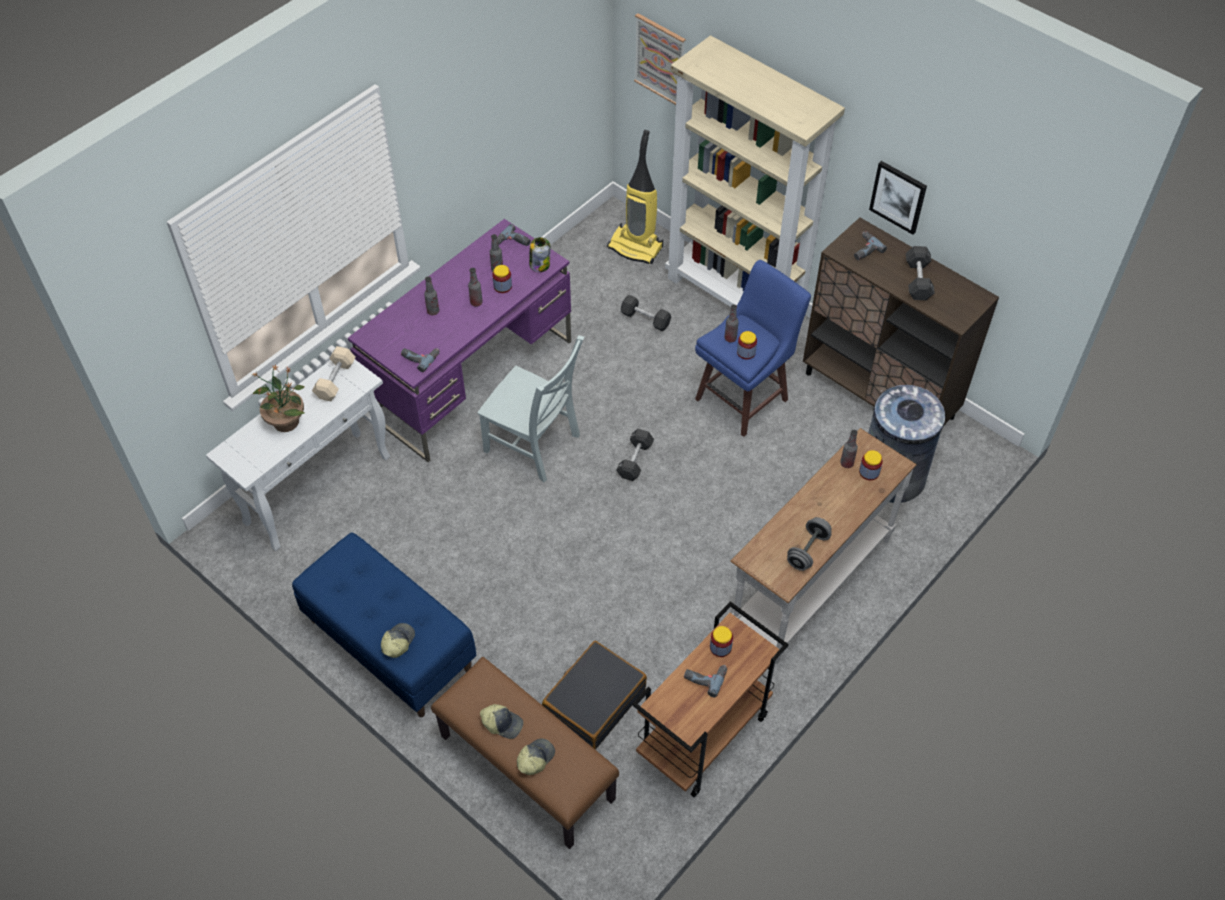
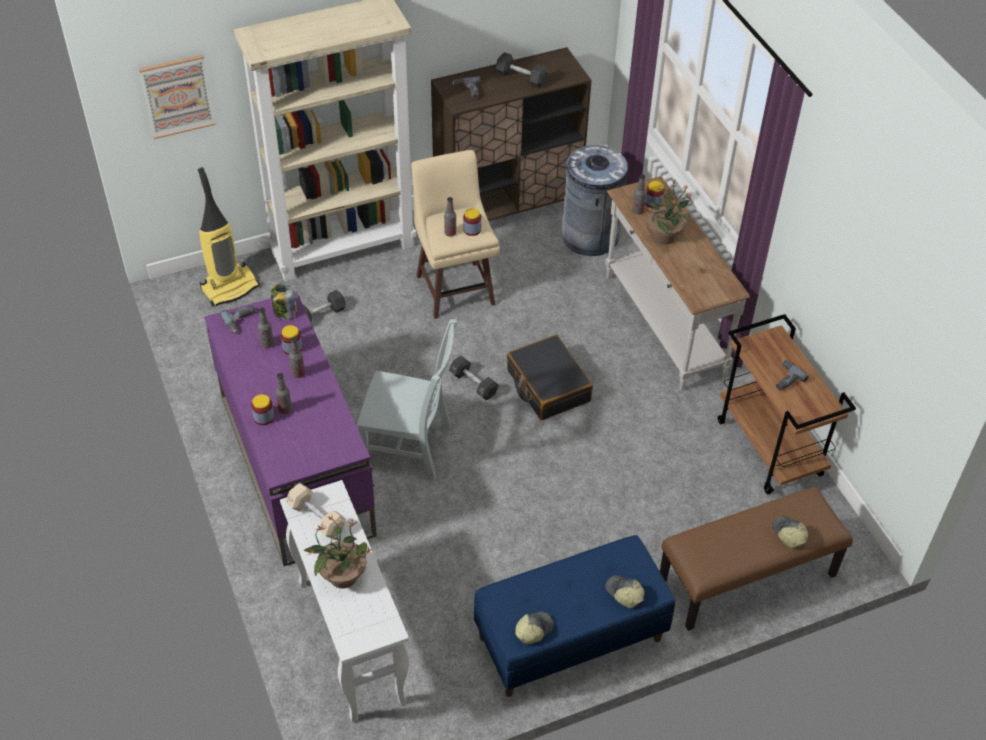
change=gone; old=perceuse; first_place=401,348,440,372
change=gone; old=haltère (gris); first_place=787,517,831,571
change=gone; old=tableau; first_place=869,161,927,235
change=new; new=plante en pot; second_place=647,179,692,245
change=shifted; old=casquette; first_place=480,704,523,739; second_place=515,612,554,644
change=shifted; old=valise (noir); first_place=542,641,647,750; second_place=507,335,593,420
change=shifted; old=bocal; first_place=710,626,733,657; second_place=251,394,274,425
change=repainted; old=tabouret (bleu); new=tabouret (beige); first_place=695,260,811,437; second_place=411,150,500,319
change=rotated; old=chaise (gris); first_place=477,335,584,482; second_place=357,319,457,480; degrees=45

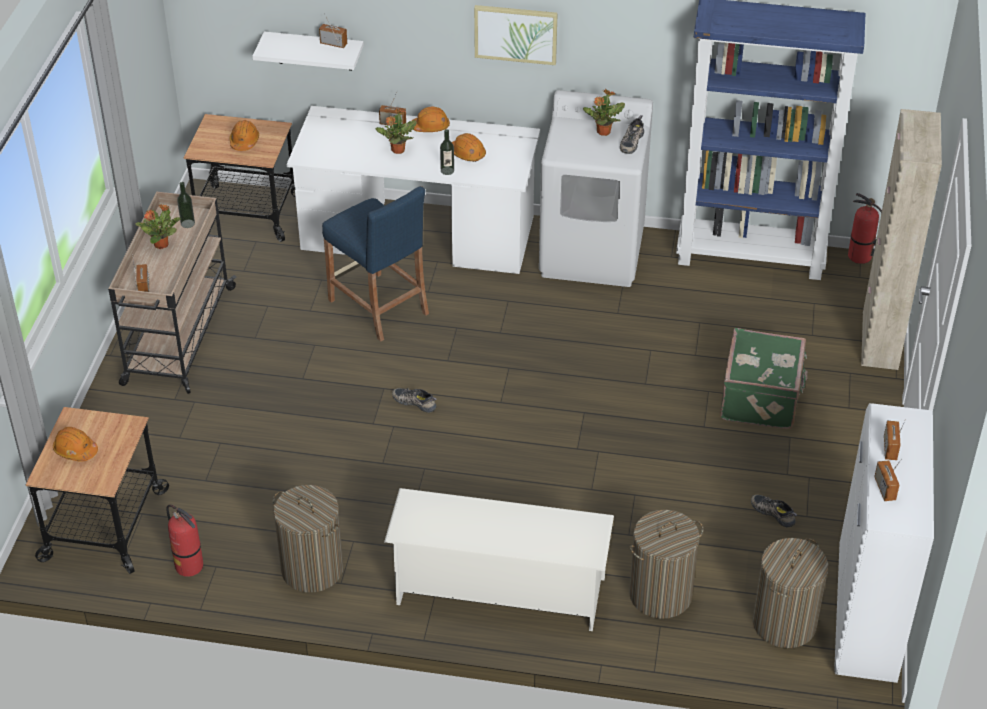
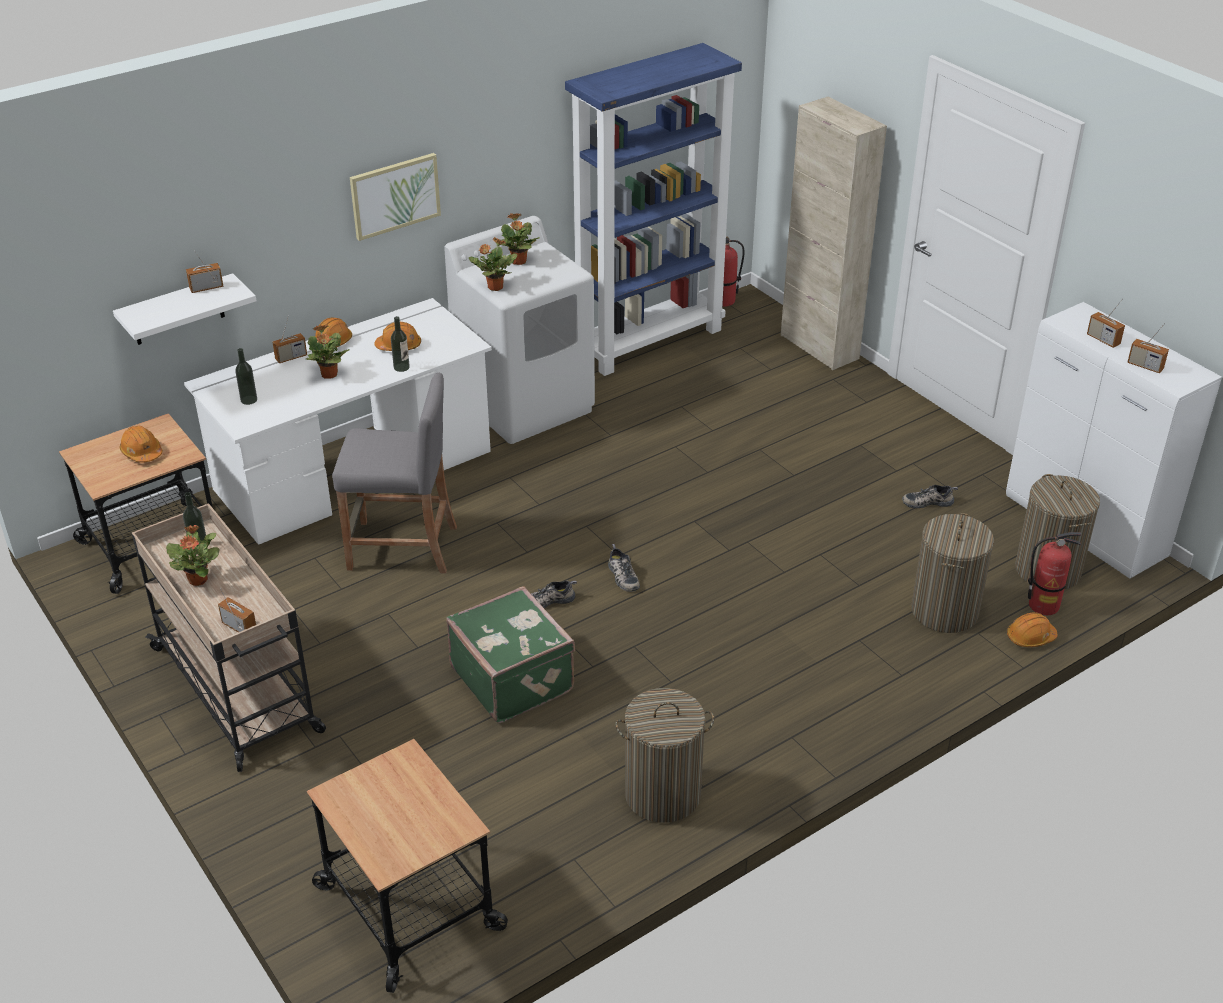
change=gone; old=étagère à chaussures (blanc); first_place=384,488,614,631
change=new; new=bouteille; second_place=235,348,257,405
change=new; new=plante en pot; second_place=469,238,517,291
change=shifted; old=casque de chantier (orange); first_place=53,427,98,462; second_place=1007,612,1058,647
change=shifted; old=extincteur; first_place=166,505,203,577; second_place=1028,532,1081,615
change=shifted; old=chaussure; first_place=620,115,644,154; second_place=608,544,640,592
change=shifted; old=valise (vert); first_place=720,328,808,429; second_place=446,586,575,723
change=repainted; old=tabouret (bleu); new=tabouret (gris); first_place=322,186,429,342; second_place=332,373,457,574

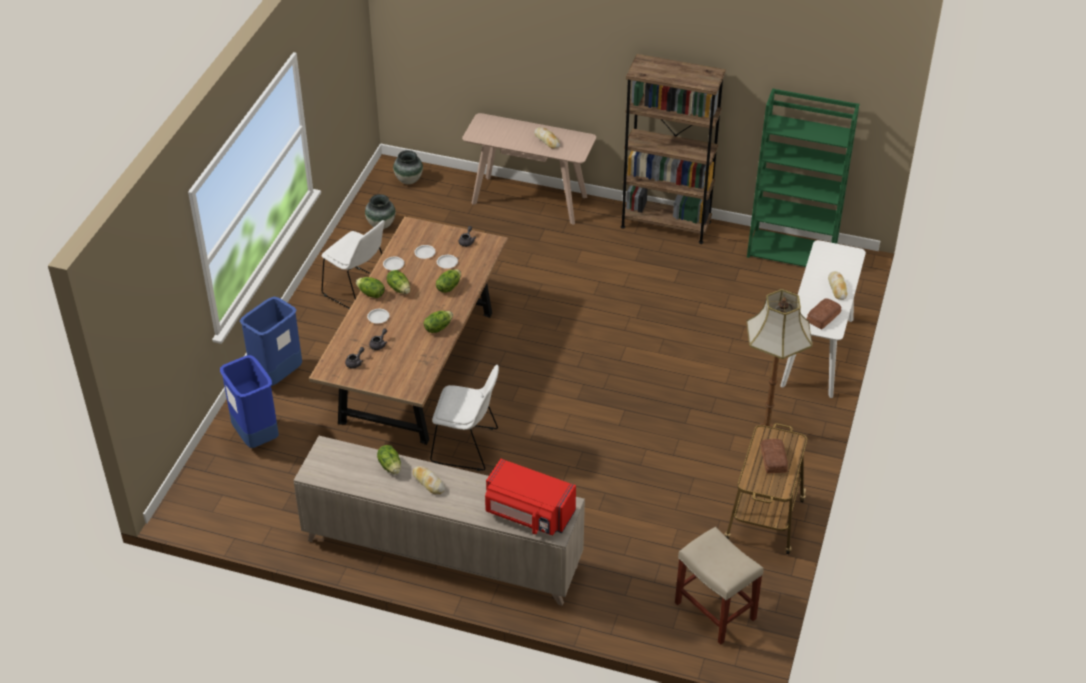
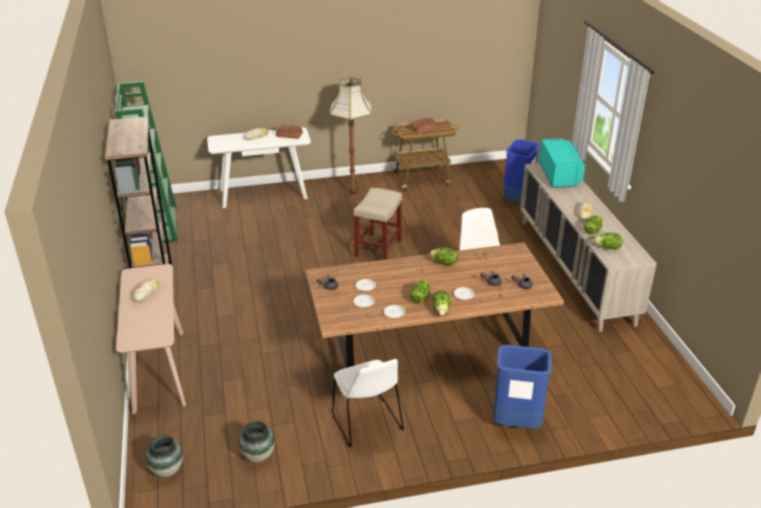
change=shifted; old=poubelle (bleu); first_place=220,355,279,448; second_place=503,139,540,202
change=shifted; old=laitue; first_place=436,269,461,293; second_place=593,233,623,249
change=shifted; old=tabouret (beige); first_place=675,527,764,645; second_place=354,188,402,260
change=repainted; old=micro-ondes (rouge); new=micro-ondes (turquoise); first_place=485,459,576,535; second_place=539,138,585,188
change=rotated; old=chaise (blanc); first_place=321,220,385,309; second_place=332,359,404,447; degrees=150

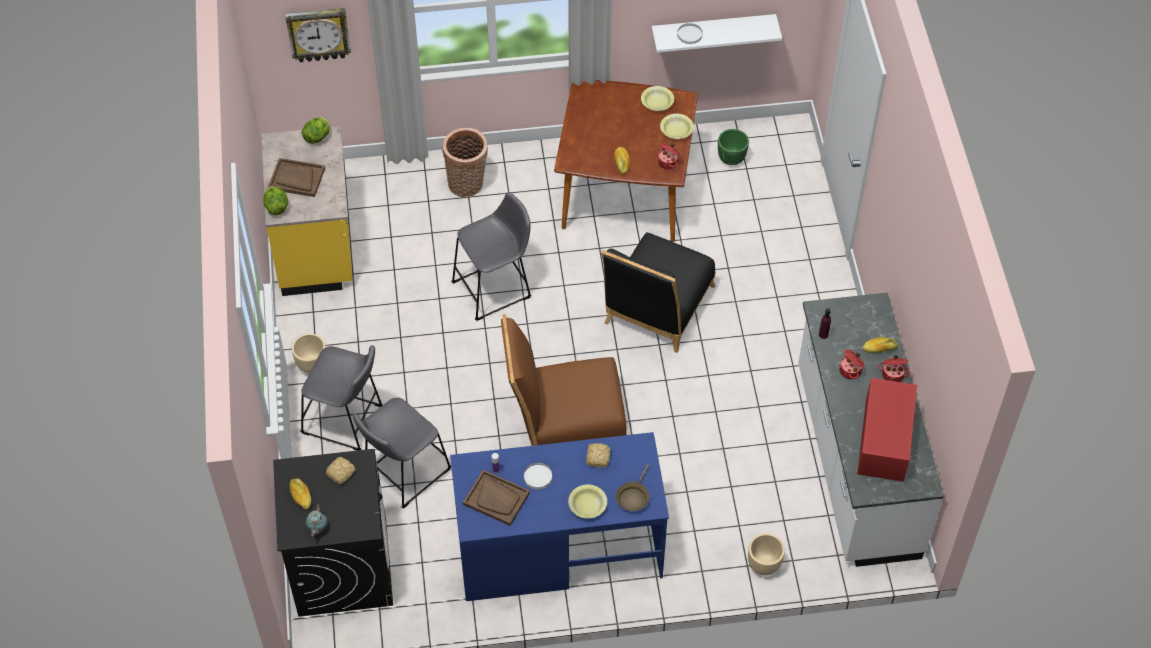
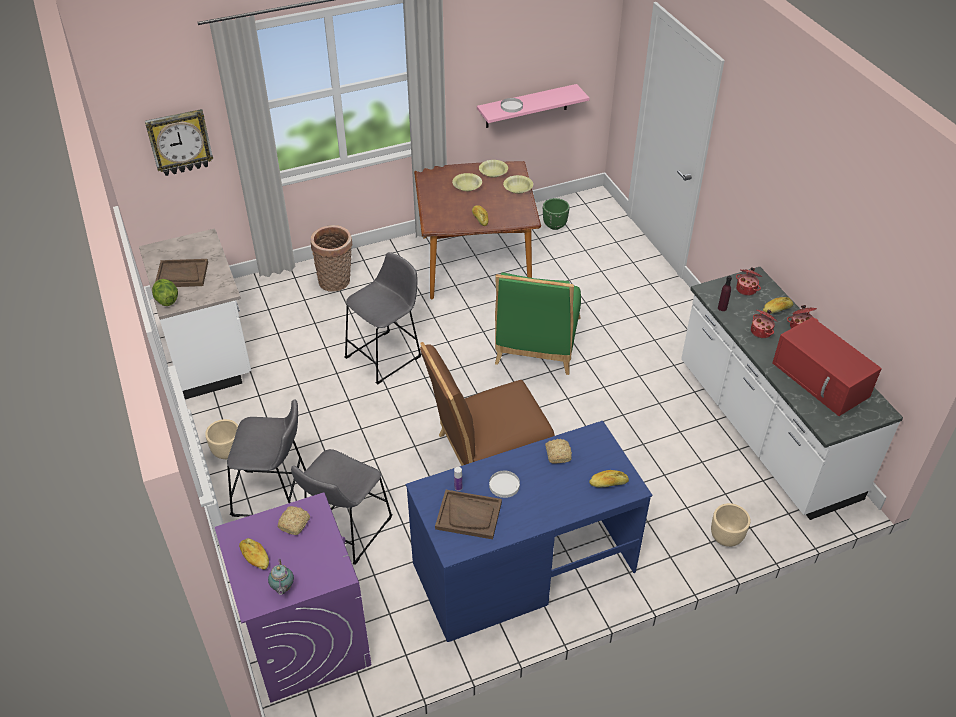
change=gone; old=laitue; first_place=301,117,330,144
change=shifted; old=bol (jaune); first_place=568,485,607,519; second_place=452,173,482,191
change=shifted; old=marmite; first_place=658,143,680,170; second_place=736,267,762,296
change=swapped; old=poêle (marron); new=pain; first_place=616,464,650,511; second_place=589,470,629,487
change=repainted; old=comptoir de cuisine (jaune); new=comptoir de cuisine (blanc); first_place=261,126,353,296; second_place=139,228,251,399
change=repainted; old=lave-linge (noir); new=lave-linge (violet); first_place=273,449,393,617; second_place=215,493,372,703
change=repainted; old=chaise (noir); new=chaise (vert); first_place=601,232,716,353; second_place=495,272,581,375
change=repainted; old=étagère (blanc); new=étagère (rose); first_place=652,14,782,53; second_place=477,84,590,128
change=rotated; old=micro-ondes (rouge); first_place=857,378,917,482; second_place=773,317,882,416; degrees=150

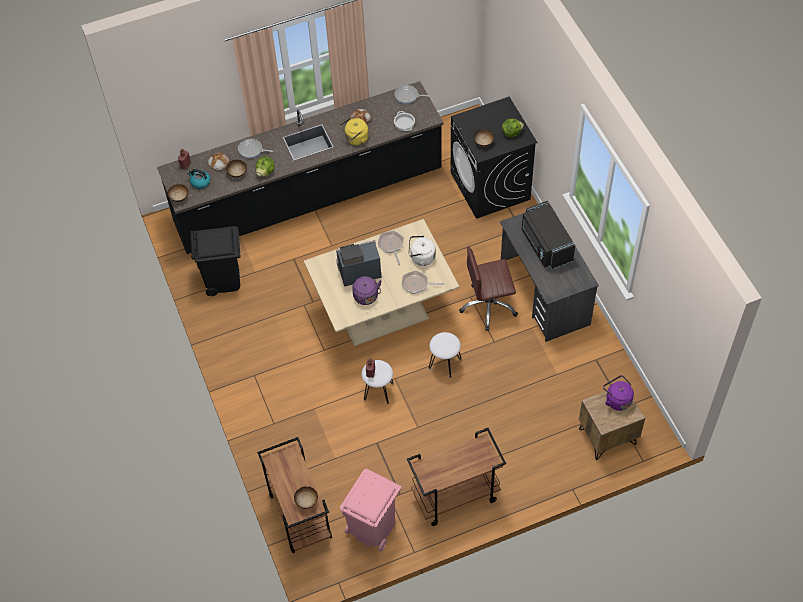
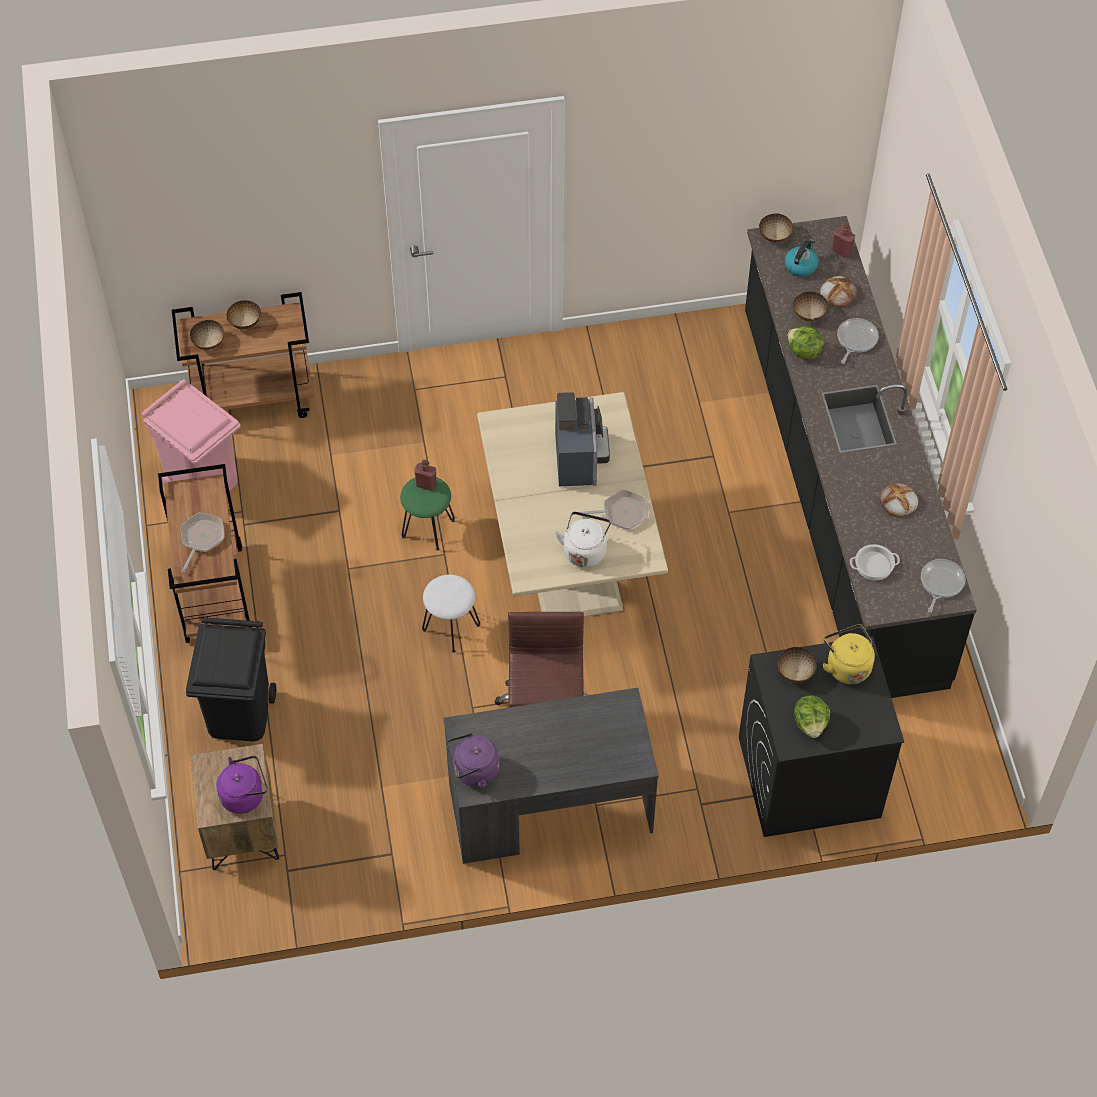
change=gone; old=micro-ondes (noir); first_place=522,201,575,269
change=new; new=bol; second_place=226,300,261,330
change=shifted; old=poubelle (noir); first_place=190,226,241,296; second_place=186,617,276,741
change=shifted; old=bouilloire (jaune); first_place=340,118,369,145; second_place=823,624,875,684
change=shifted; old=bouilloire (violet); first_place=352,276,381,305; second_place=447,733,499,788
change=shifted; old=poêle; first_place=402,270,444,294; second_place=180,512,224,573
change=repainted; old=tabouret (blanc); new=tabouret (vert); first_place=361,360,393,404; second_place=400,477,455,551

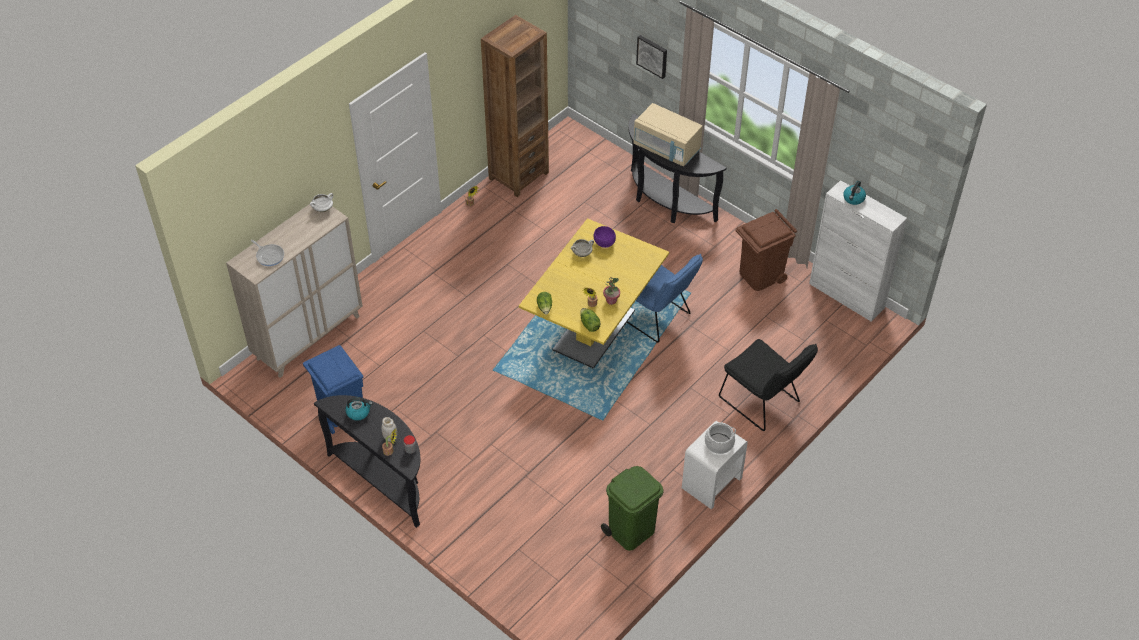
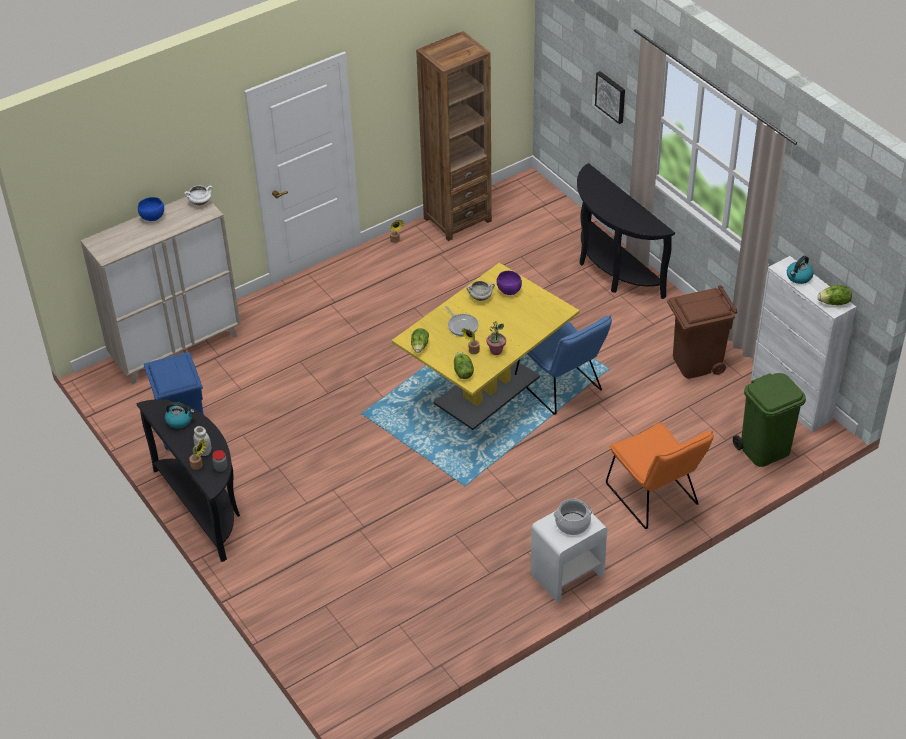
change=gone; old=micro-ondes (beige); first_place=634,103,703,167
change=new; new=bol (bleu); second_place=138,197,164,221
change=new; new=laitue; second_place=817,285,852,306
change=shifted; old=poêle; first_place=251,240,284,266; second_place=445,306,478,337
change=shifted; old=poubelle (vert); first_place=601,466,663,551; second_place=733,373,806,467
change=repainted; old=chaise (noir); new=chaise (orange); first_place=719,339,818,431; second_place=606,422,714,529

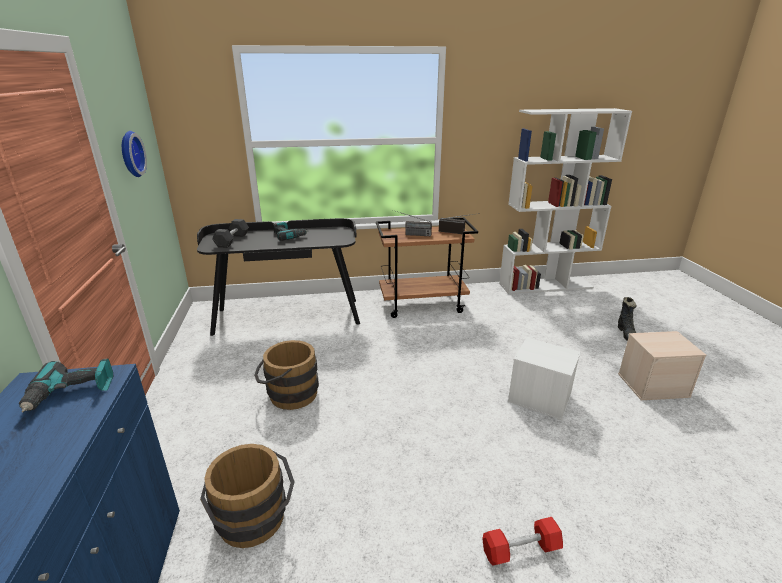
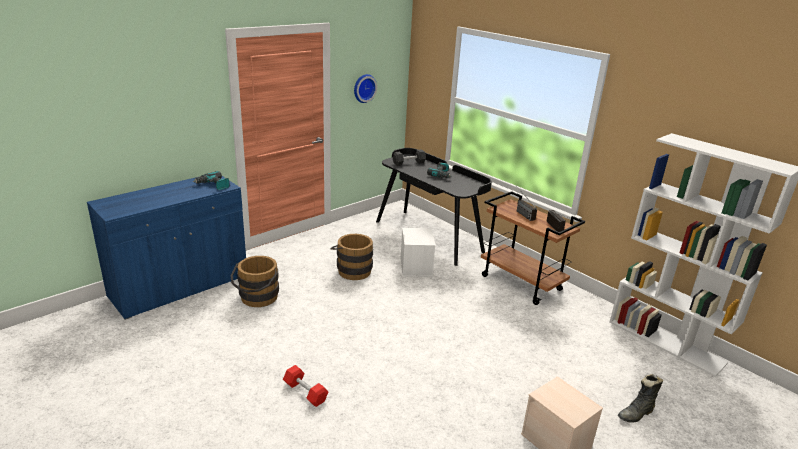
change=shifted; old=boîte de rangement (blanc); first_place=508,337,581,420; second_place=400,228,436,277

